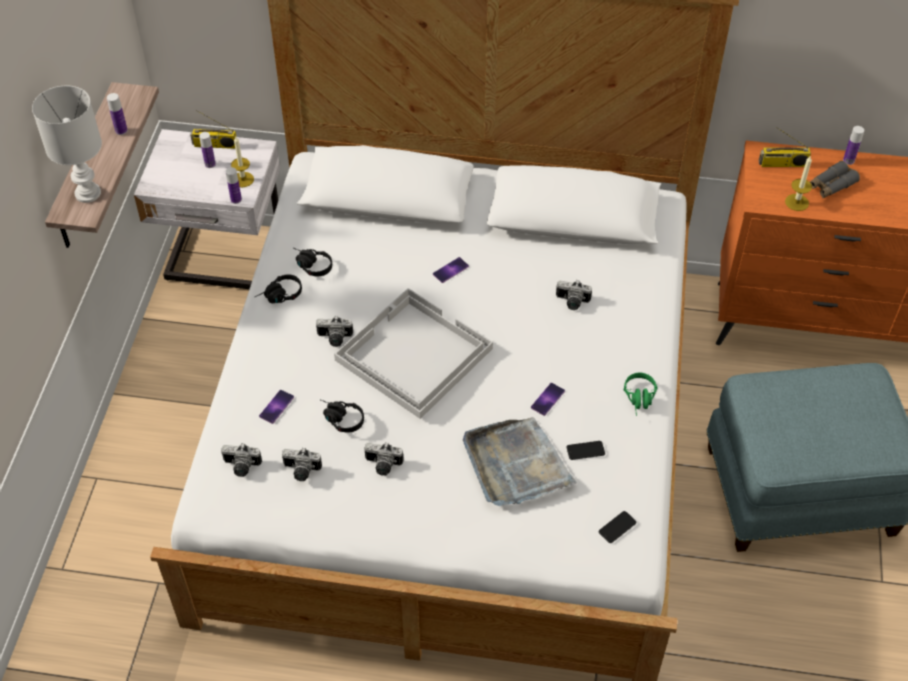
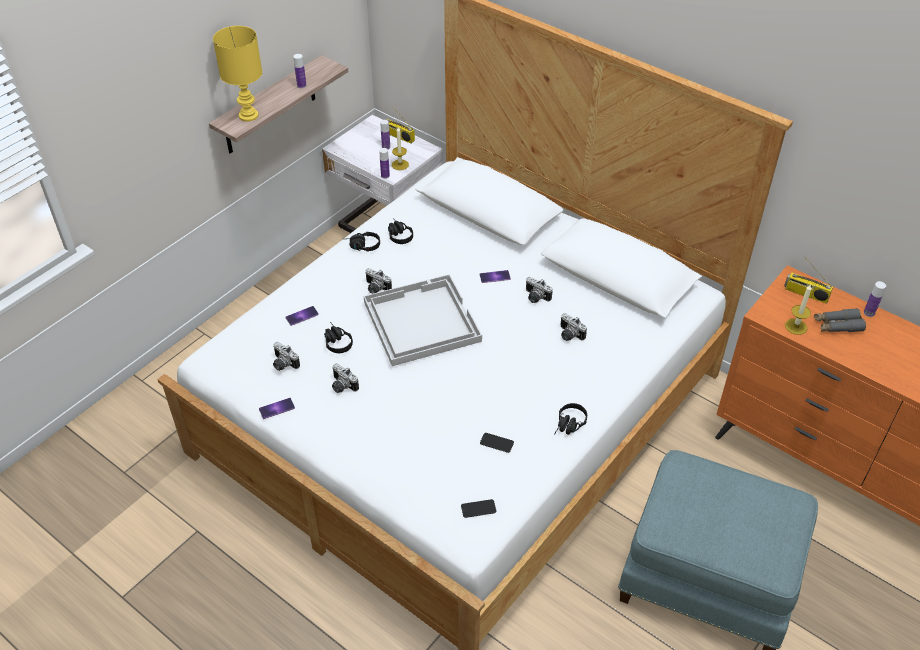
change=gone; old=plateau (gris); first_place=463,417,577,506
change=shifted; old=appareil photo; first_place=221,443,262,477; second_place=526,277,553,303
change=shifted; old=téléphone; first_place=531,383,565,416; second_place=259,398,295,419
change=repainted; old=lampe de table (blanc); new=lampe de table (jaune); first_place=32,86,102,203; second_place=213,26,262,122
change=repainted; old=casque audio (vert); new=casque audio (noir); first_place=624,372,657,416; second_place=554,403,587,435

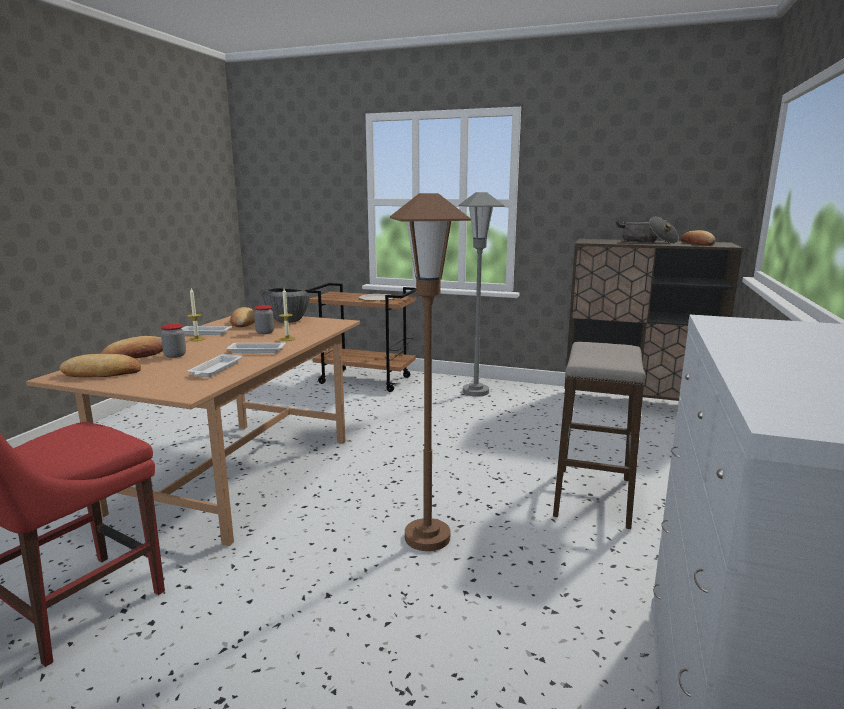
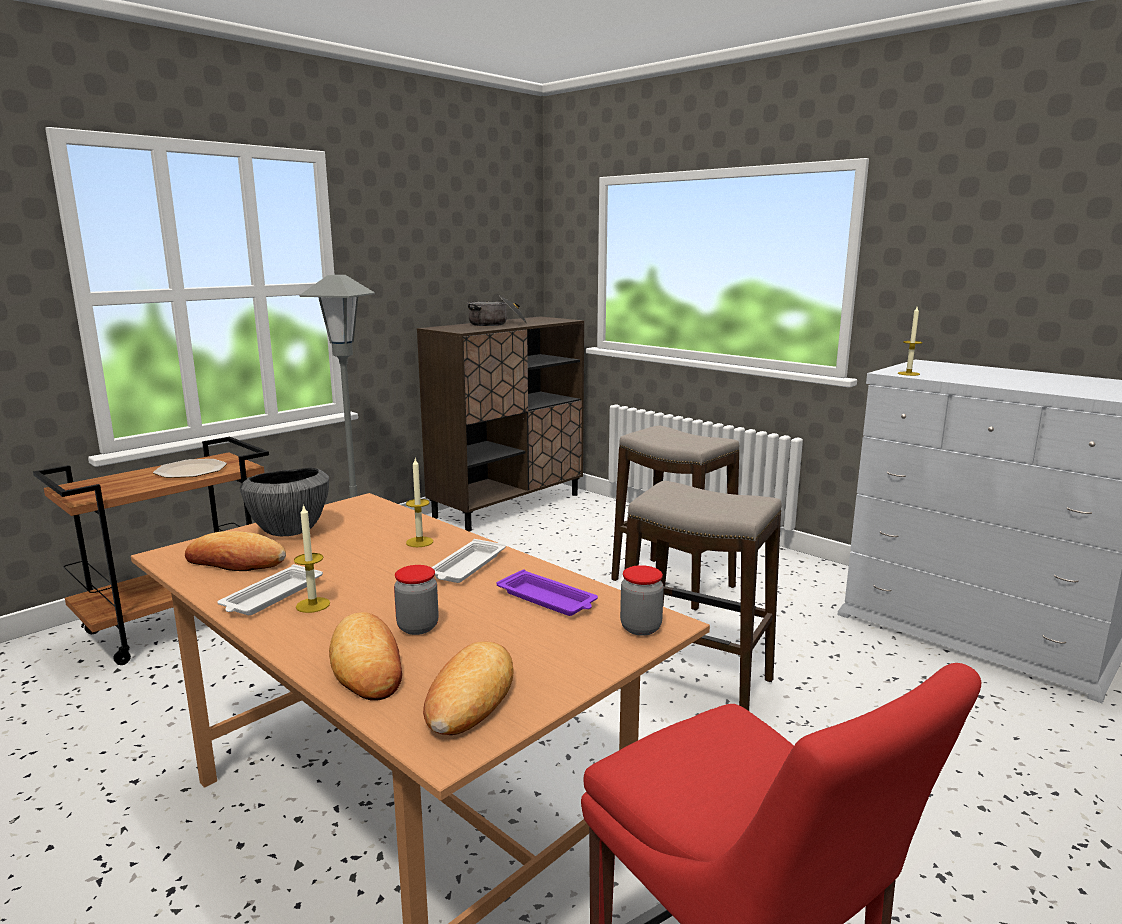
change=gone; old=pain; first_place=681,230,715,245
change=new; new=bougie; second_place=898,307,922,376
change=shifted; old=bocal; first_place=254,305,274,334; second_place=620,565,664,636
change=swapped; old=lampadaire (marron); new=tabouret; first_place=390,193,471,551; second_place=620,481,782,711
change=repainted; old=plateau (blanc); new=plateau (violet); first_place=187,354,243,377; second_place=496,569,598,616

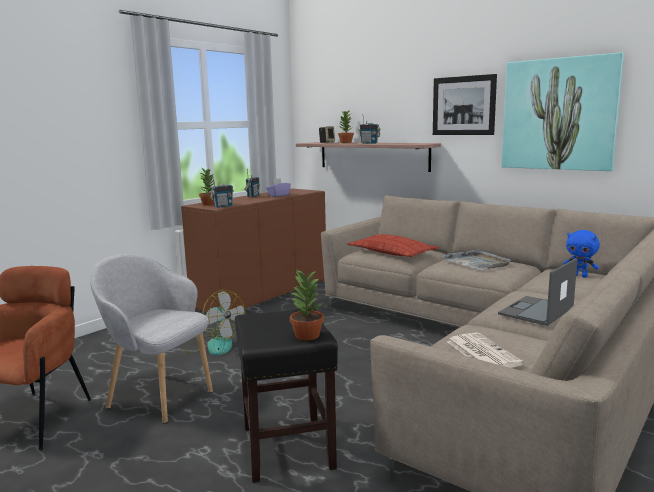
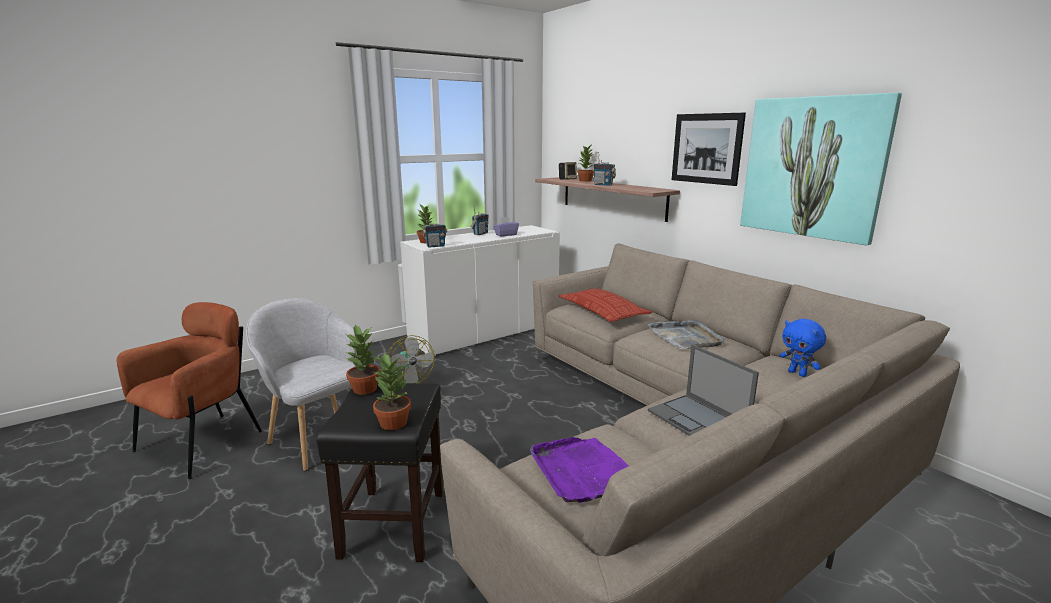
change=new; new=plante en pot; second_place=346,324,380,395
change=swapped; old=journal; new=plateau (violet); first_place=447,333,524,368; second_place=530,437,629,503
change=repainted; old=meuble de rangement (marron); new=meuble de rangement (blanc); first_place=181,188,326,312; second_place=400,225,560,356
change=rotated; old=ordinateur portable; first_place=498,258,578,326; second_place=648,344,759,436; degrees=-90

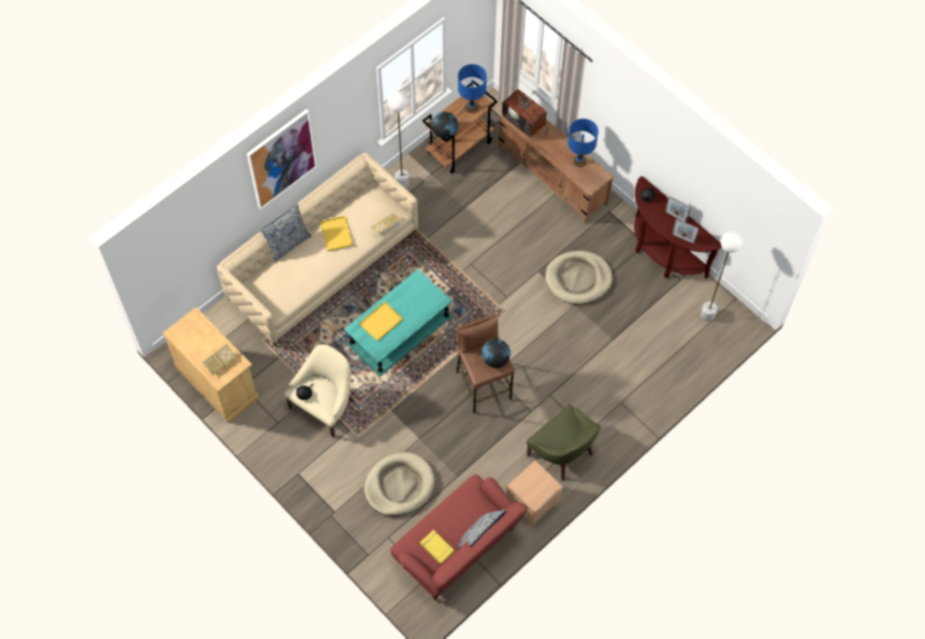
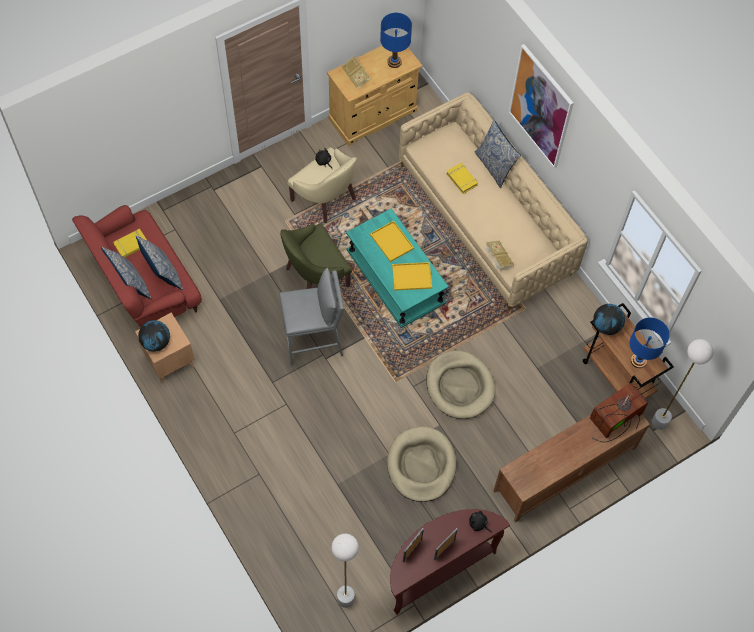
change=new; new=coussin; second_place=136,236,183,290
change=new; new=livre (jaune); second_place=446,163,478,194
change=shifted; old=plateau (jaune); first_place=320,216,353,251; second_place=392,262,432,291
change=shifted; old=panier pour chien (beige); first_place=364,452,435,516; second_place=426,351,496,419
change=shifted; old=lampadaire (blanc); first_place=388,91,409,188; second_place=652,339,713,430
change=shifted; old=globe; first_place=482,339,511,368; second_place=138,320,170,352
change=shifted; old=fauteuil (vert); first_place=526,404,600,481; second_place=280,224,352,289
change=shifted; old=lampe de table (bleu); first_place=568,119,598,167; second_place=380,13,412,68
change=repainted; old=tabouret (marron); new=tabouret (gris); first_place=456,314,515,413; second_place=280,268,344,366

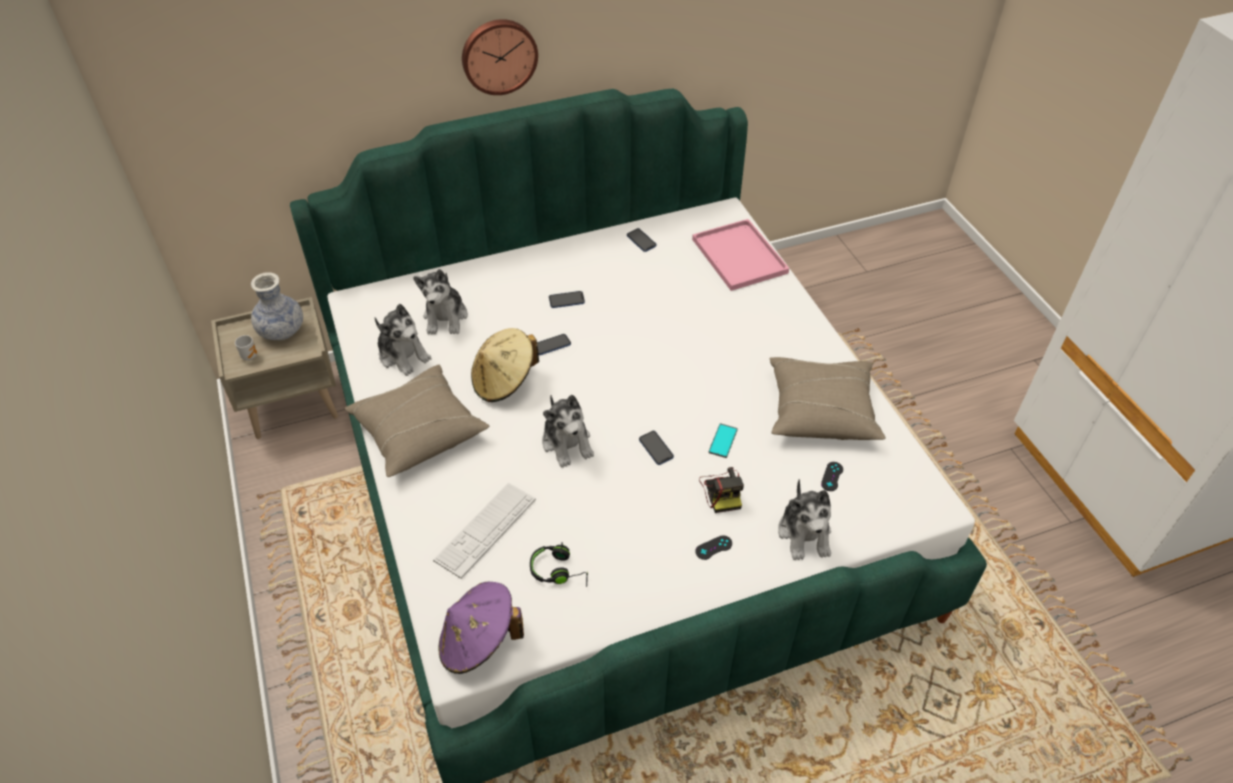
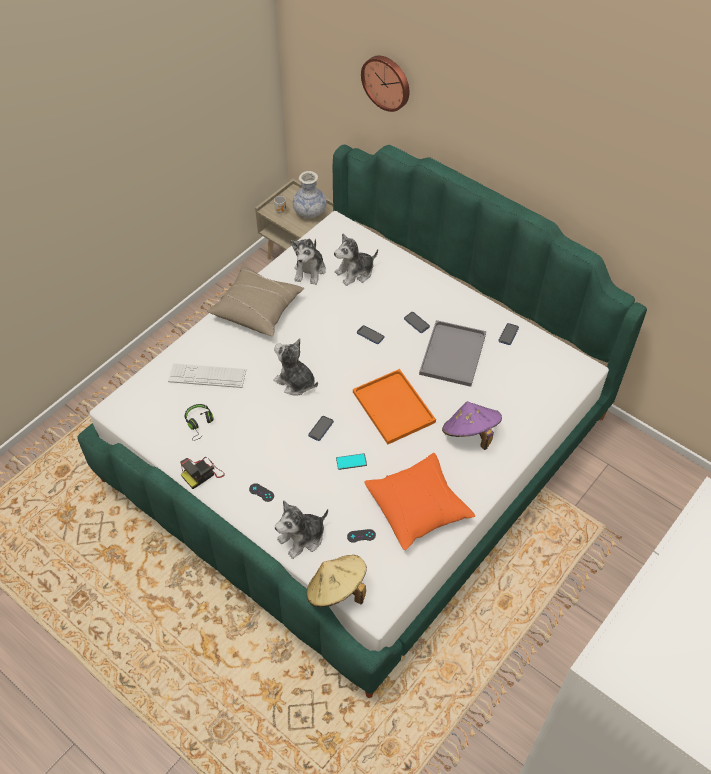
change=gone; old=plateau (rose); first_place=692,219,789,291
change=new; new=plateau (orange); second_place=353,369,436,444
change=new; new=plateau (gris); second_place=419,320,486,387
change=shifted; old=chapeau (violet); first_place=439,582,524,674; second_place=442,401,502,450
change=shifted; old=horloge murale; first_place=462,19,538,95; second_place=361,55,410,112
change=shifted; old=chapeau (beige); first_place=471,328,539,402; second_place=306,555,367,607
change=shifted; old=appareil photo; first_place=699,467,744,513; second_place=180,457,225,489
change=repainted; old=coussin (beige); new=coussin (orange); first_place=769,357,886,440; second_place=364,453,475,550
change=rotated; old=peluche; first_place=542,395,594,468; second_place=273,339,318,396; degrees=90

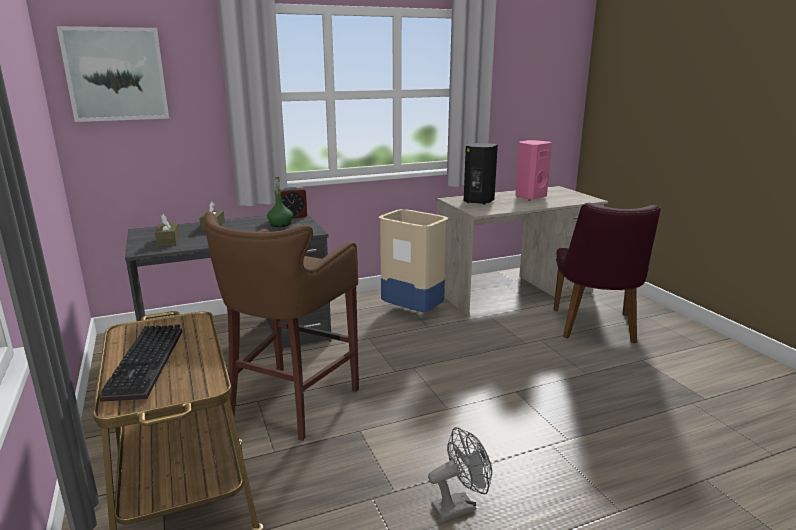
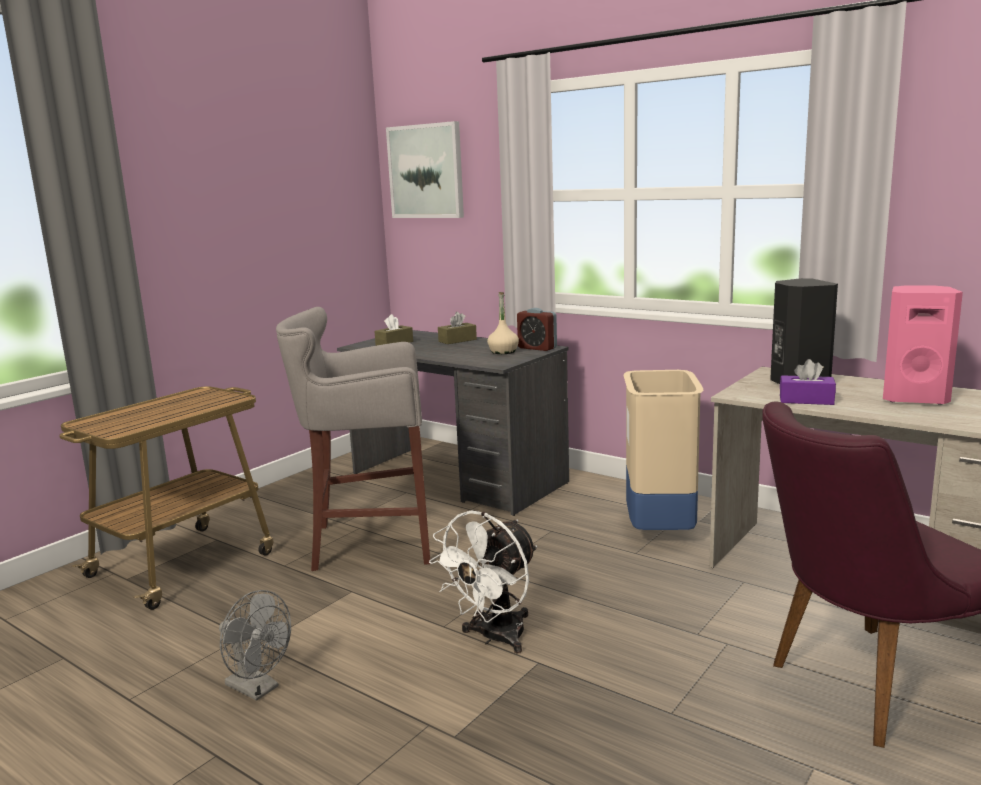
change=gone; old=clavier; first_place=99,324,182,402
change=new; new=ventilateur (blanc); second_place=429,510,537,654
change=new; new=boîte à mouchoirs (violet); second_place=780,359,836,405
change=repainted; old=tabouret (marron); new=tabouret (gris); first_place=205,212,359,441; second_place=276,307,430,571
change=repainted; old=bouteille (vert); new=bouteille (beige); first_place=267,177,293,227; second_place=487,292,519,354

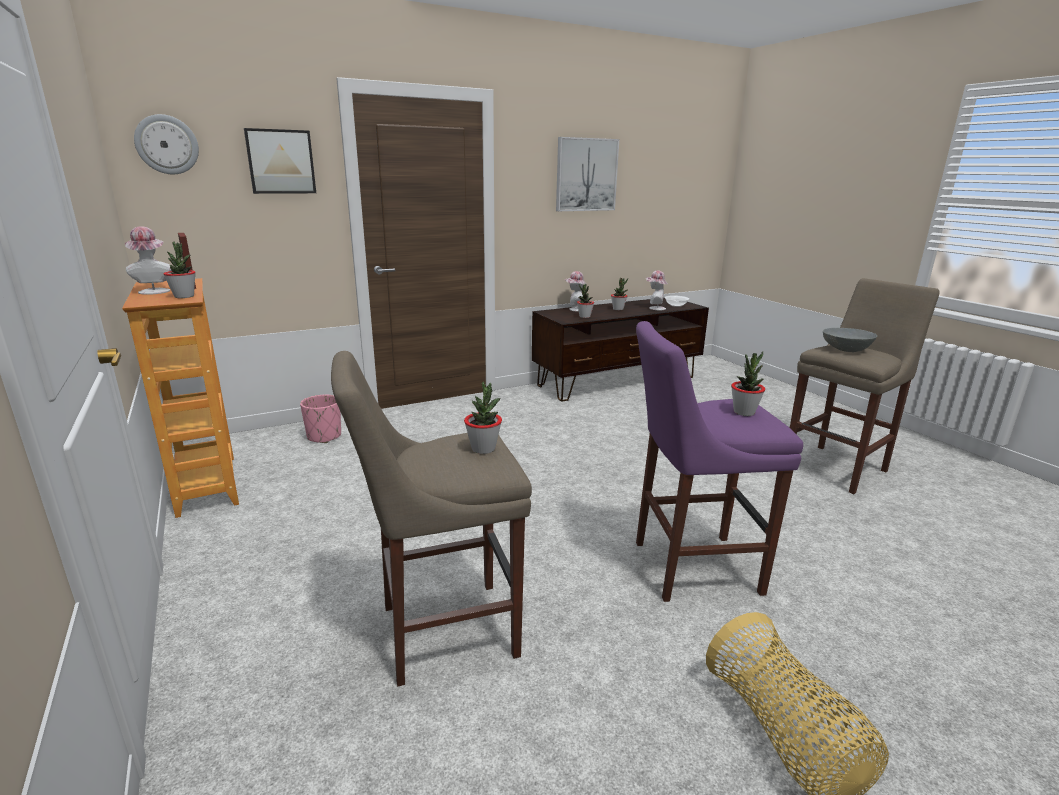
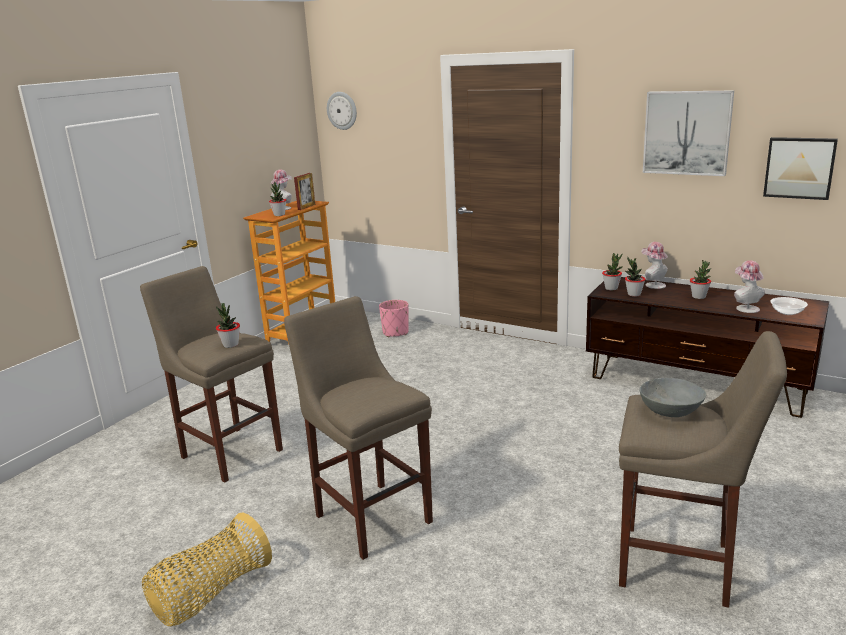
change=shifted; old=tableau; first_place=244,128,316,194; second_place=763,137,838,200
change=shifted; old=plante en pot; first_place=731,351,765,416; second_place=602,253,622,290
change=repainted; old=tabouret (violet); new=tabouret (beige); first_place=636,321,803,602; second_place=284,296,433,560

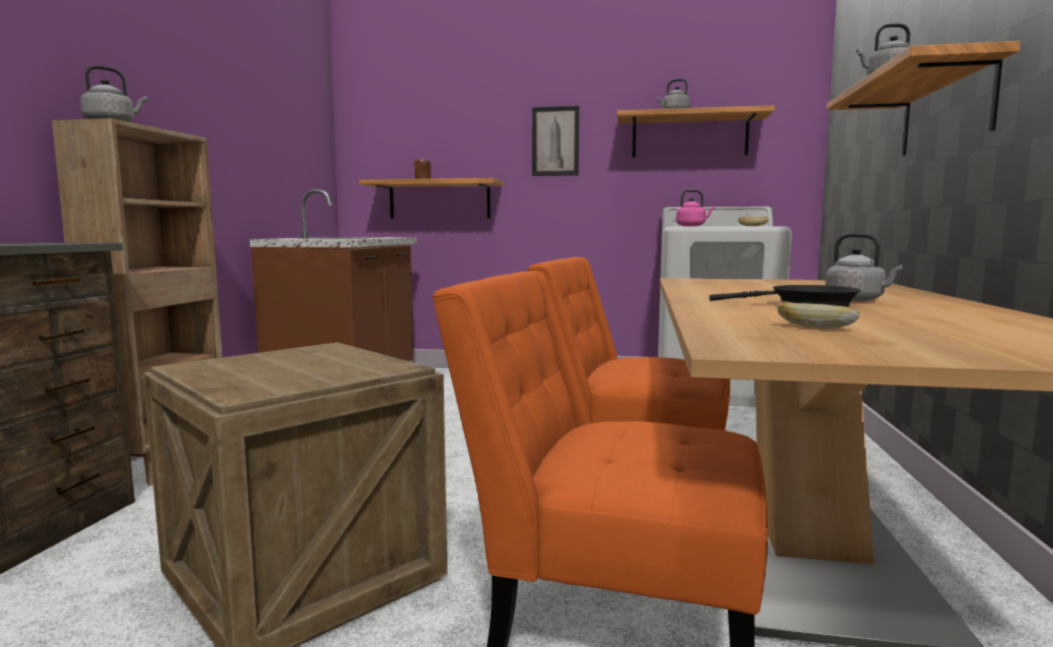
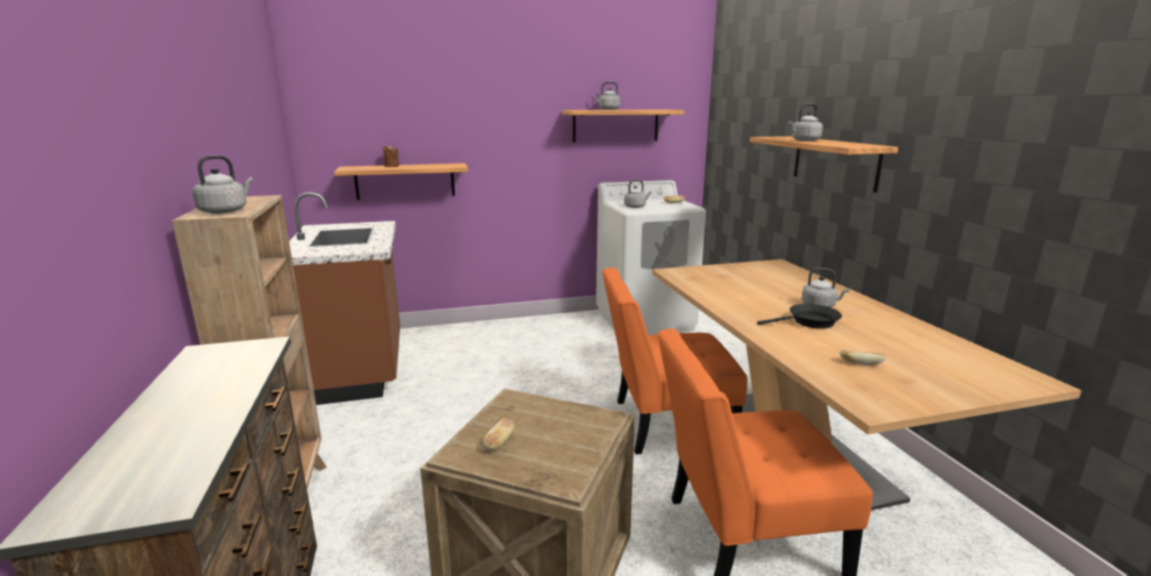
change=gone; old=tableau; first_place=532,106,579,176
change=new; new=pain; second_place=483,418,515,450
change=repainted; old=bouilloire (rose); new=bouilloire (gris); first_place=676,190,715,226; second_place=624,180,651,208

